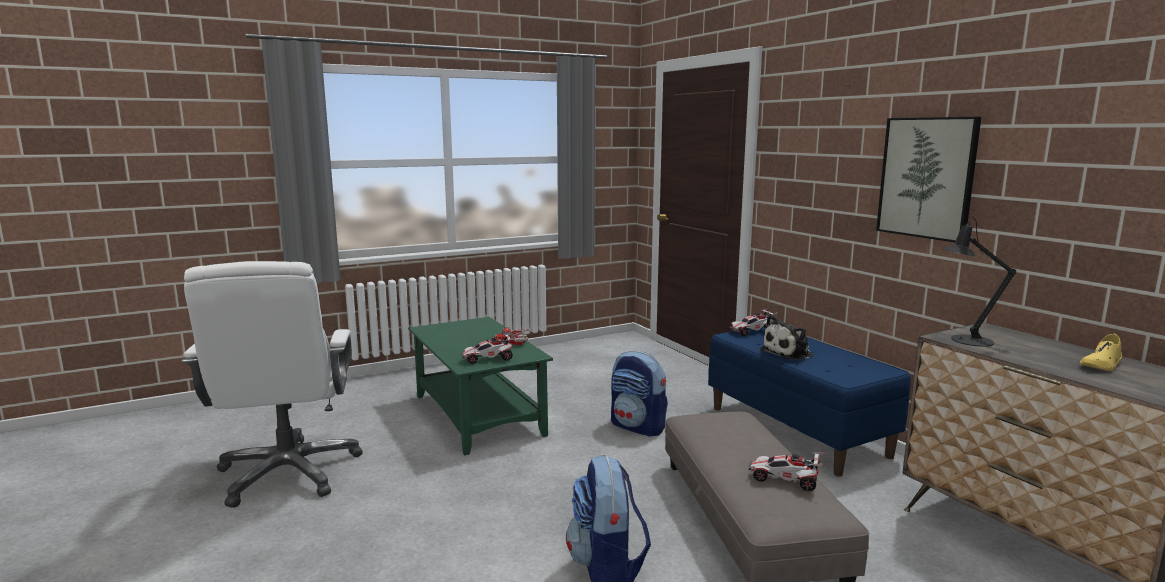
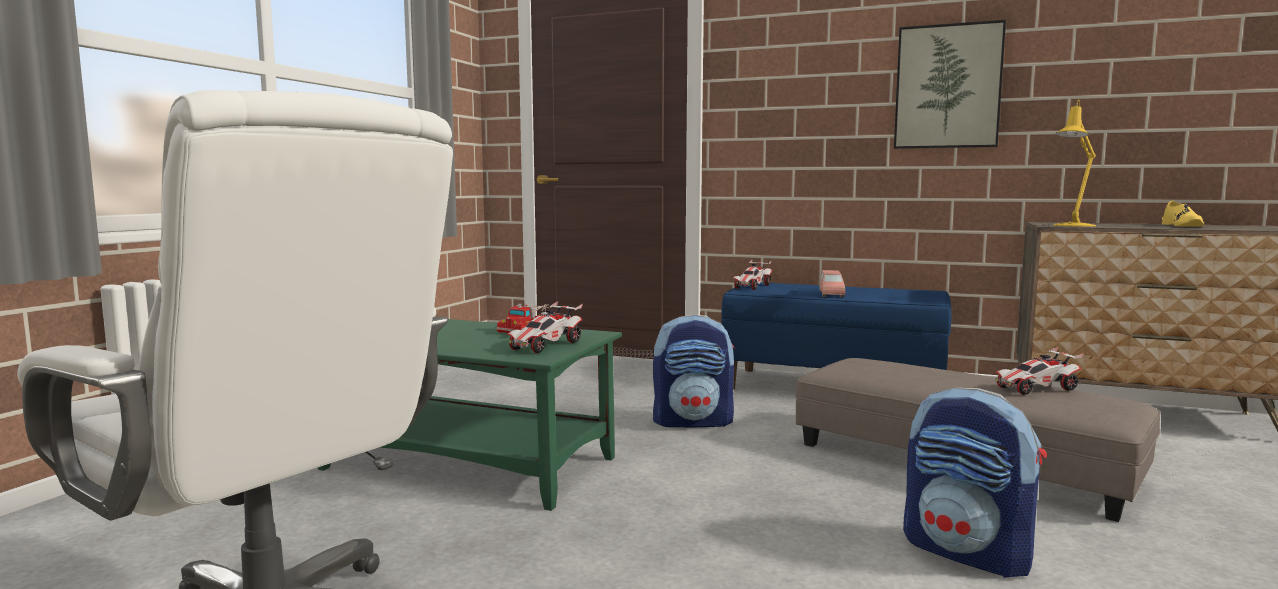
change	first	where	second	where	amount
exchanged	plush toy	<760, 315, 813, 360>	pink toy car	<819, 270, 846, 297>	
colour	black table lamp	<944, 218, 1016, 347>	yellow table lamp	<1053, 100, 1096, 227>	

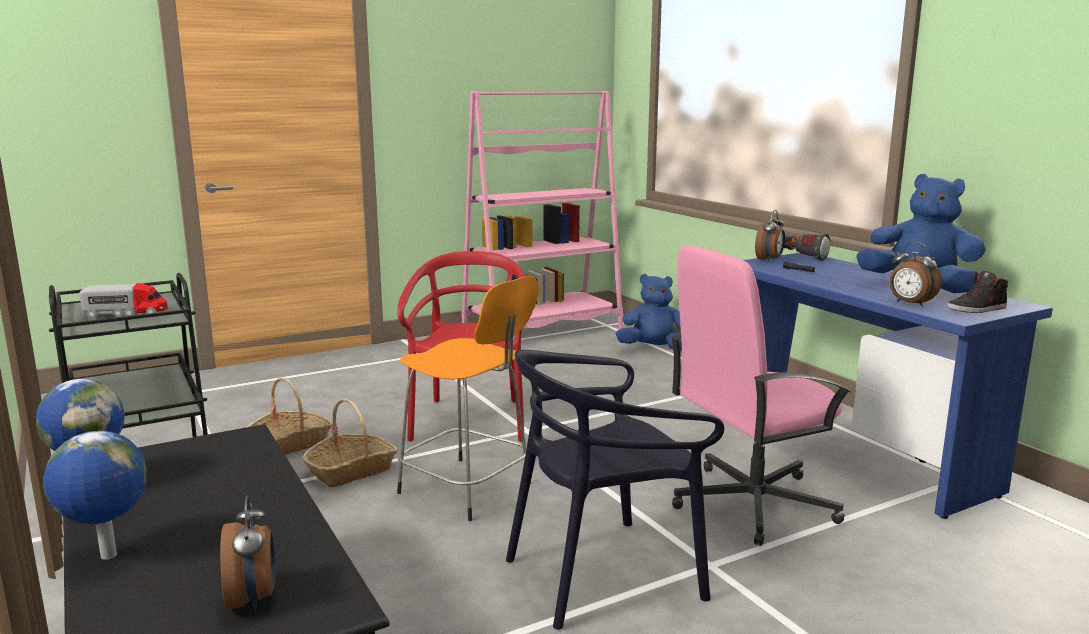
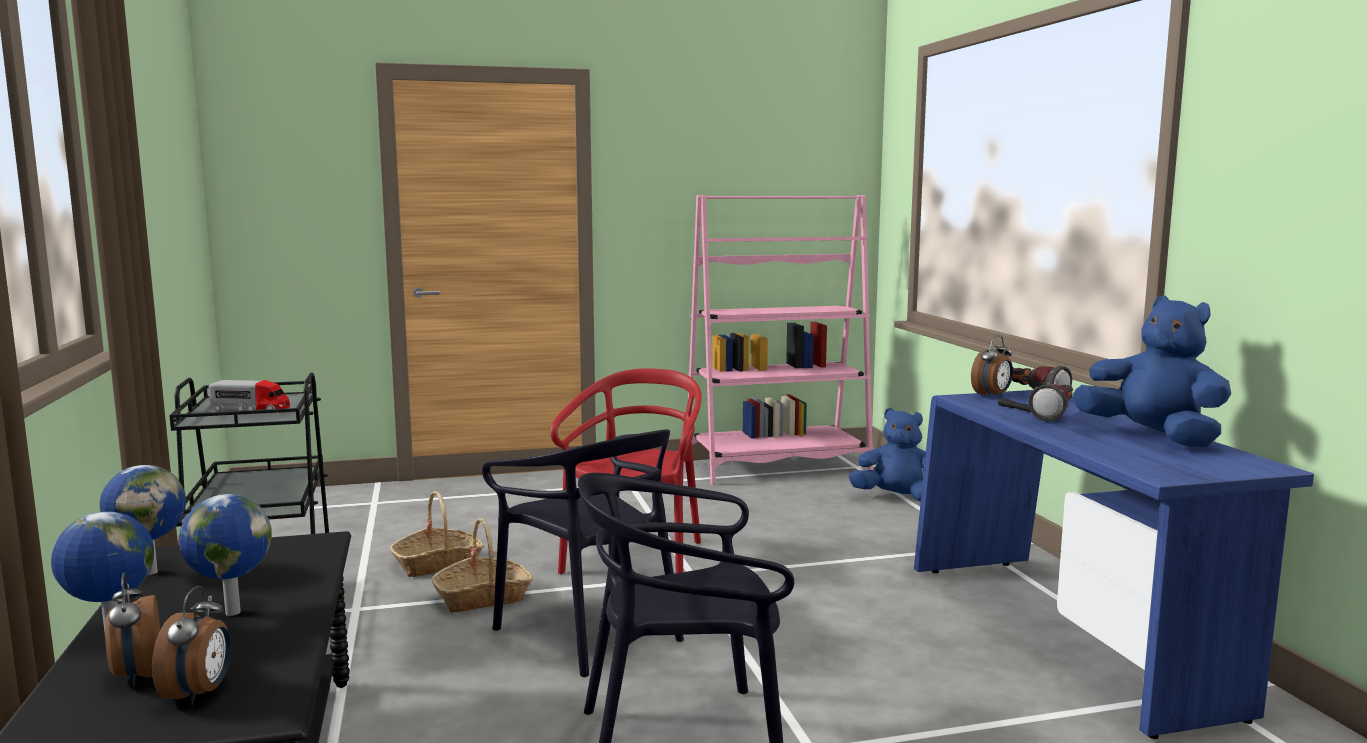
change	first	where	second	where	amount
exchanged	orange stool	<397, 276, 539, 521>	black chair	<482, 429, 684, 677>	
missing	pink office chair	<670, 245, 852, 546>			
relocated	alarm clock	<889, 242, 942, 307>		<105, 573, 160, 687>	
missing	black shoe	<947, 271, 1008, 313>			
appeared			globe	<179, 494, 272, 616>	
appeared			flashlight	<1028, 384, 1073, 422>	

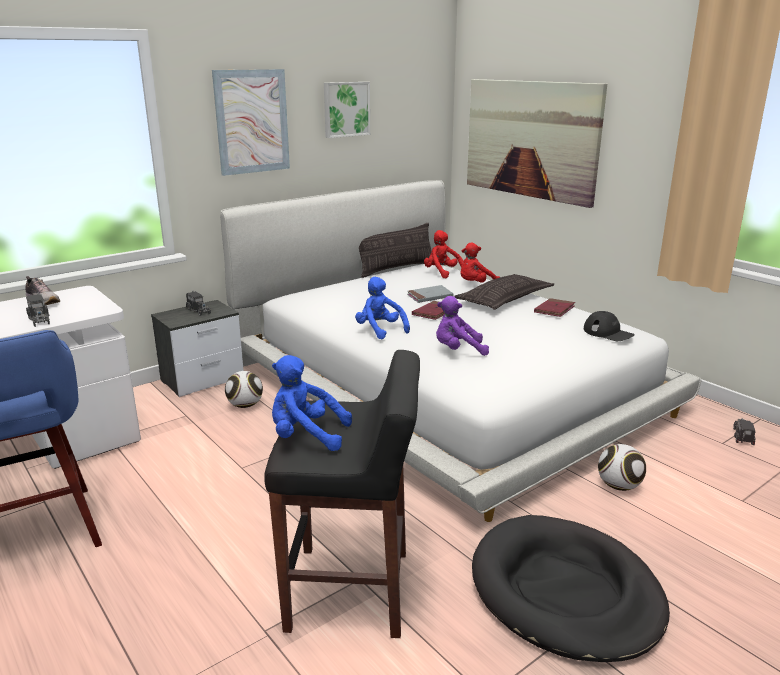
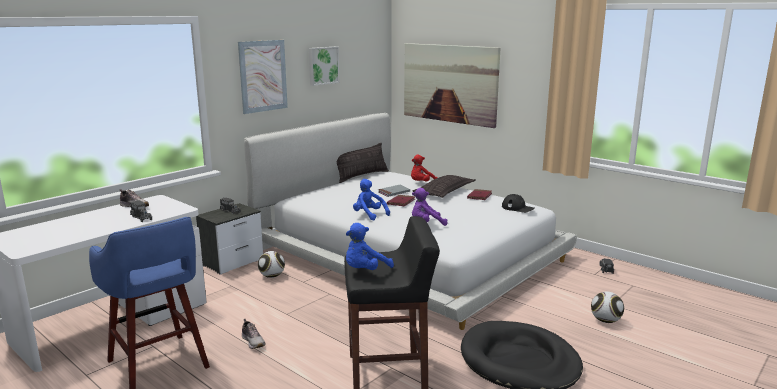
change	first	where	second	where	amount
spun	blue plush toy	<272, 355, 352, 451>		<346, 223, 394, 270>	45 degrees counterclockwise
missing	red plush toy	<424, 230, 464, 279>			
relocated	football	<598, 444, 646, 491>		<591, 291, 624, 323>	
appeared			shoe	<242, 319, 265, 349>	

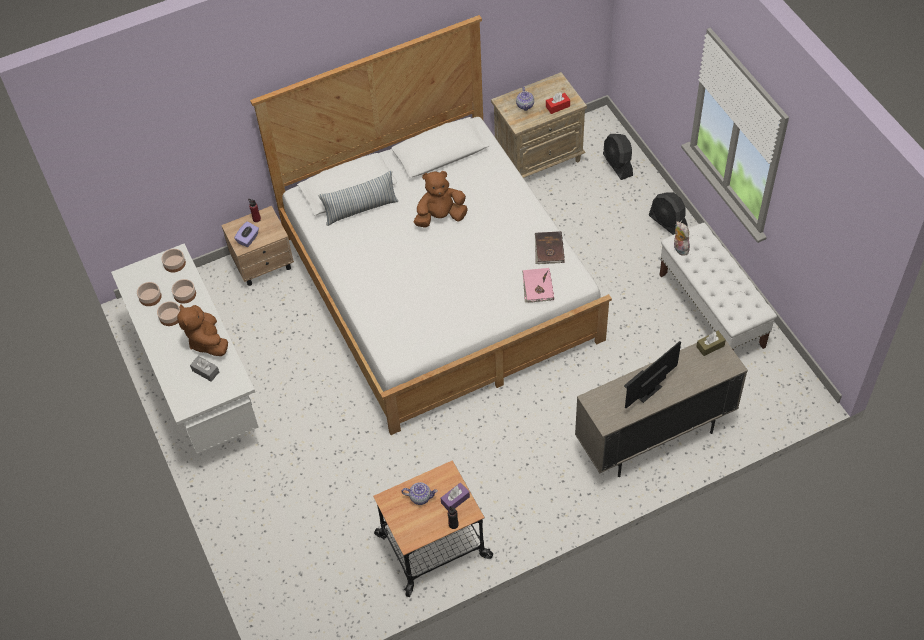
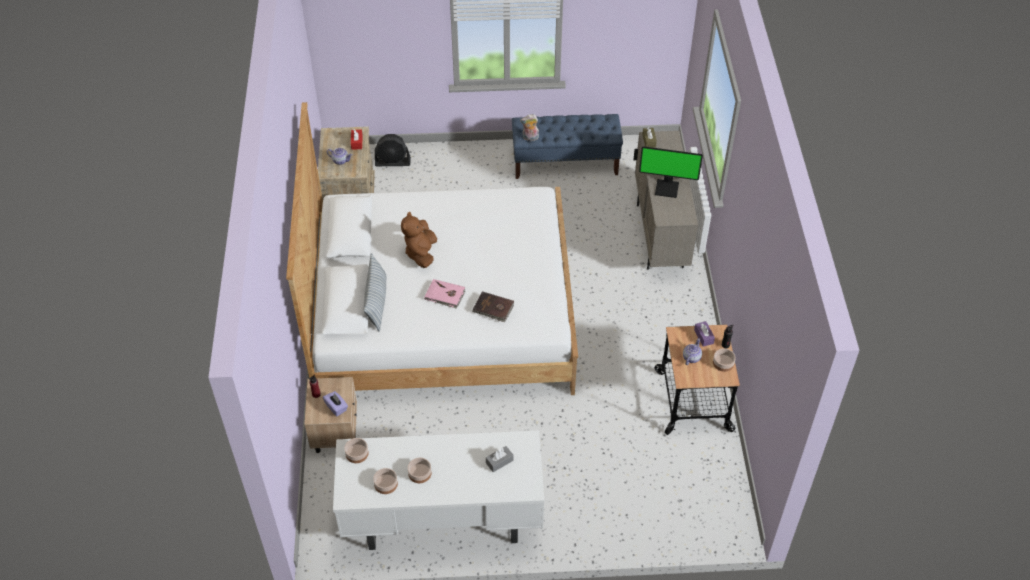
change	first	where	second	where	amount
relocated	bowl	<172, 279, 196, 304>		<713, 348, 736, 372>	
missing	brown plush toy	<177, 304, 228, 356>			
relocated	pink book	<522, 268, 554, 303>		<424, 279, 465, 309>	
relocated	brown book	<535, 231, 565, 264>		<473, 291, 514, 322>	
spun	monitor	<624, 341, 681, 408>		<639, 146, 703, 198>	60 degrees counterclockwise
missing	black fan	<649, 192, 688, 235>			
colour	white bench	<660, 223, 777, 351>	blue bench	<512, 114, 623, 179>	

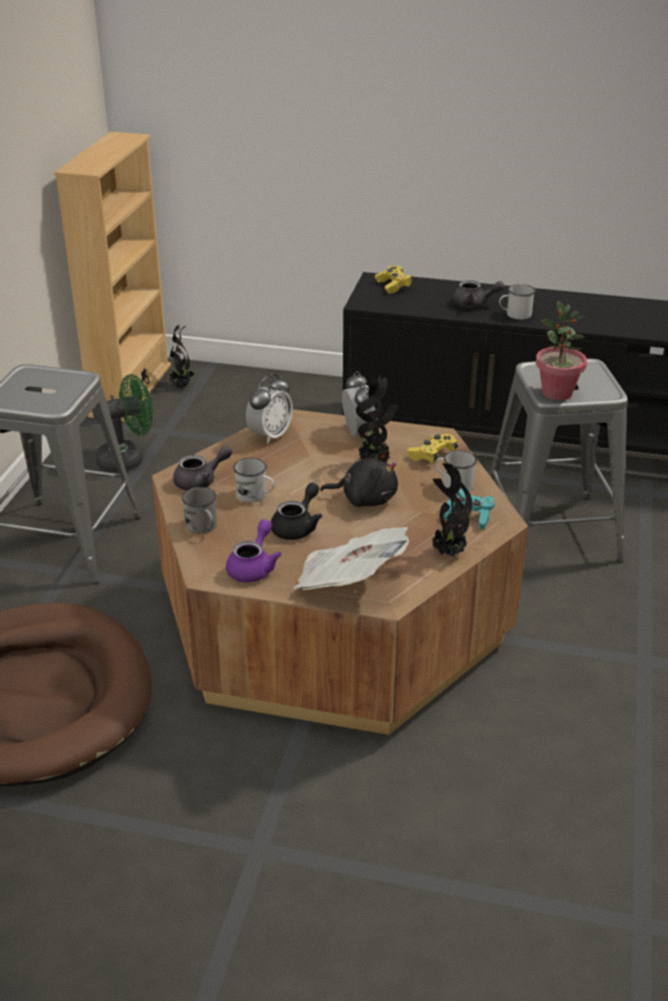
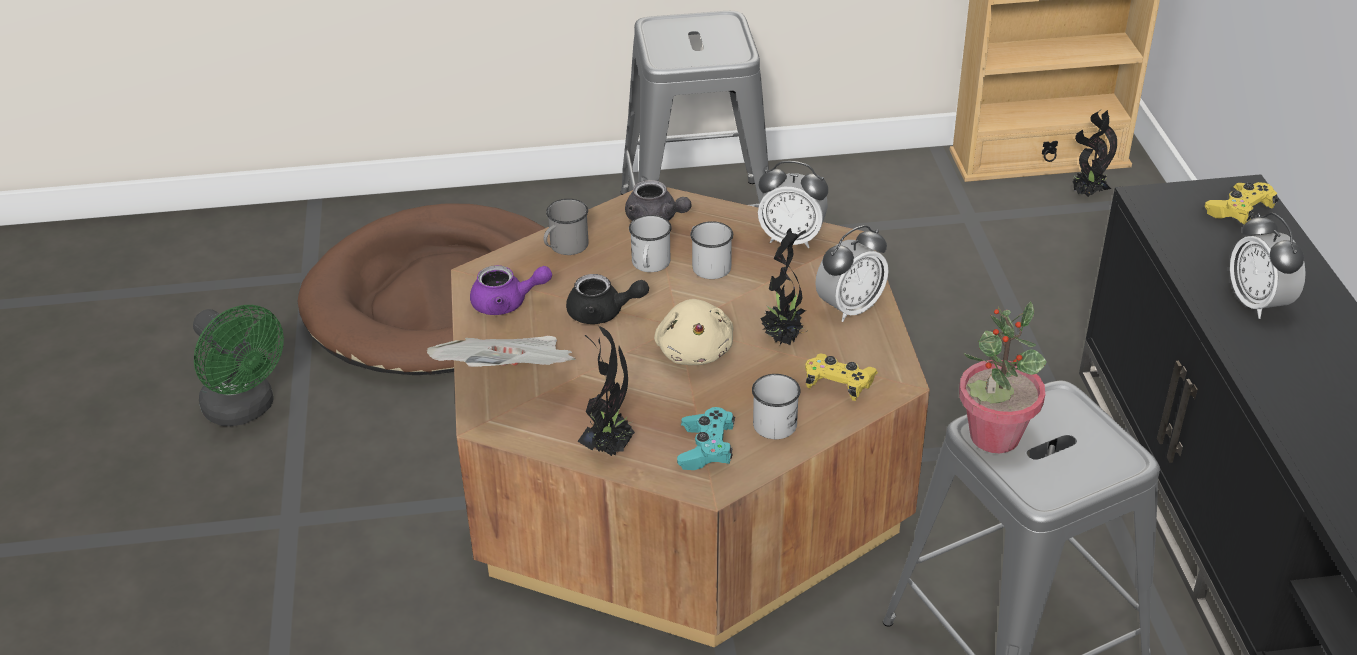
change	first	where	second	where	amount
relocated	green fan	<92, 374, 153, 473>		<193, 305, 284, 426>	
colour	black plush toy	<320, 450, 398, 507>	beige plush toy	<654, 299, 733, 365>	
exchanged	grey teapot	<452, 280, 505, 308>	alarm clock	<1230, 212, 1306, 319>	
relocated	white mug	<499, 284, 535, 320>		<690, 221, 733, 279>	

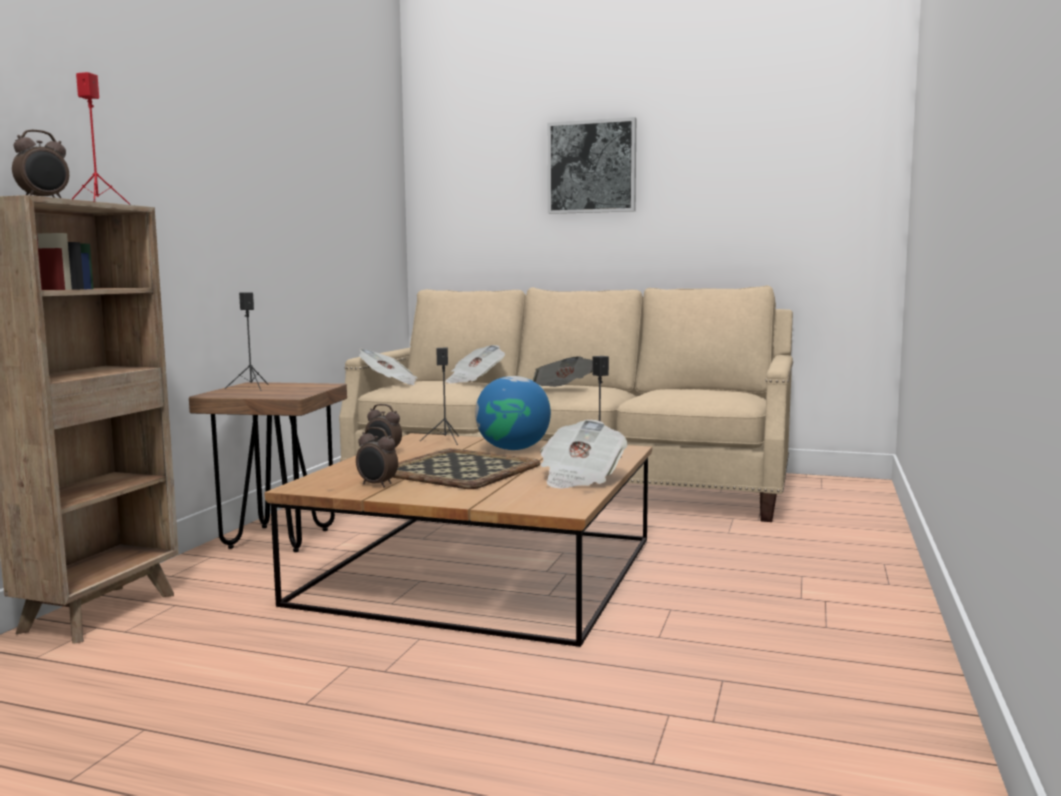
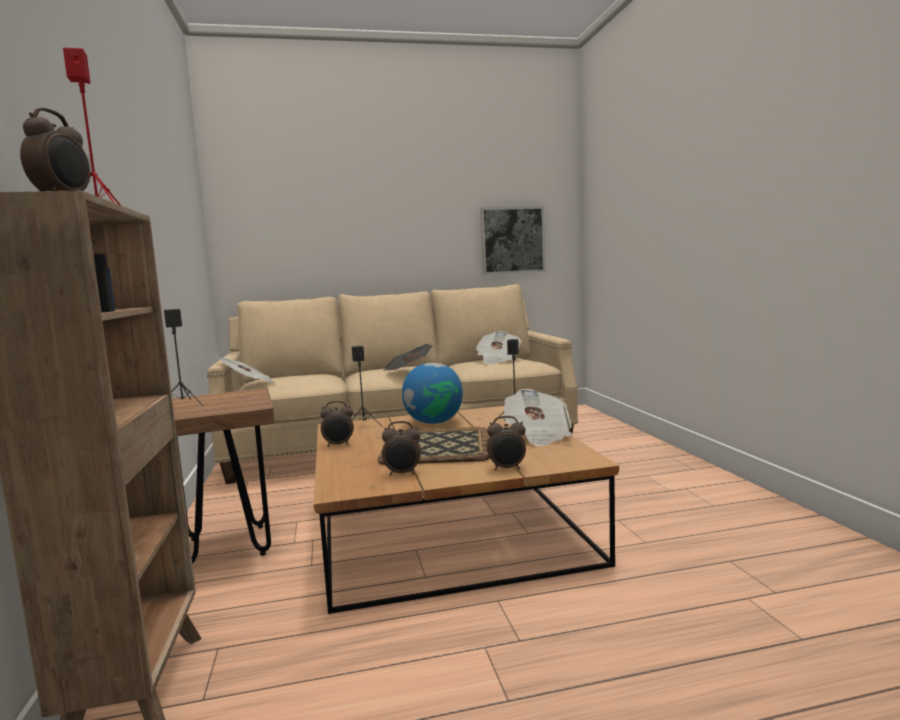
change	first	where	second	where	amount
relocated	newspaper	<445, 345, 505, 383>		<476, 331, 522, 364>	
relocated	picture	<547, 117, 636, 214>		<480, 206, 546, 275>	
appeared			alarm clock	<487, 416, 526, 471>	

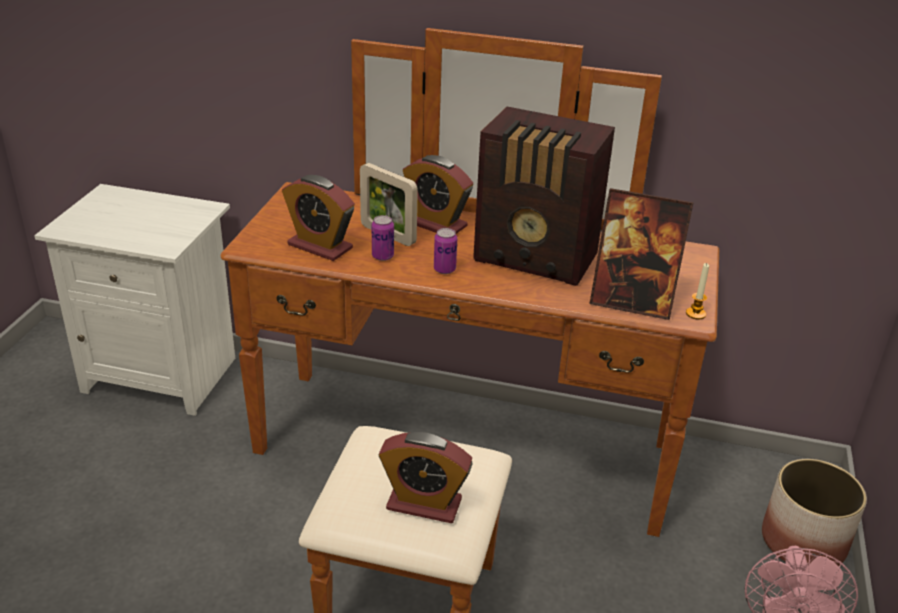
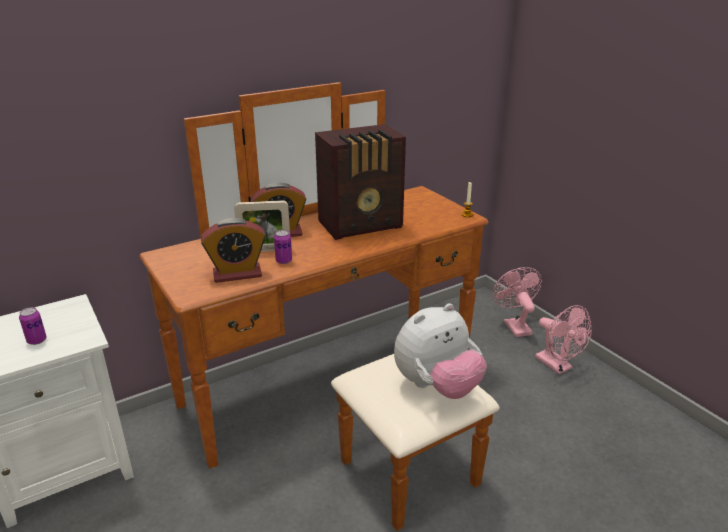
change	first	where	second	where	amount
exchanged	alarm clock	<378, 432, 473, 523>	plush toy	<394, 303, 487, 399>	
relocated	can	<434, 228, 457, 274>		<19, 307, 47, 345>	
missing	picture frame	<589, 188, 694, 320>			
exchanged	planter	<762, 459, 867, 566>	pink fan	<493, 267, 542, 337>	

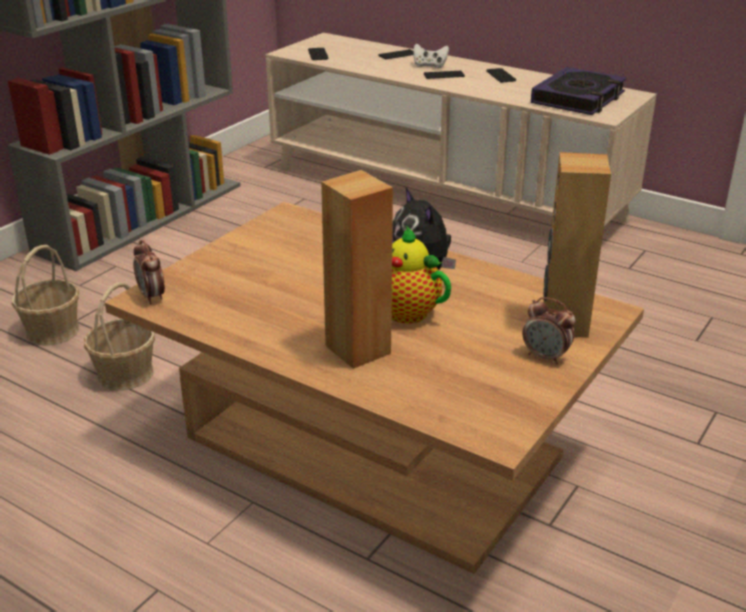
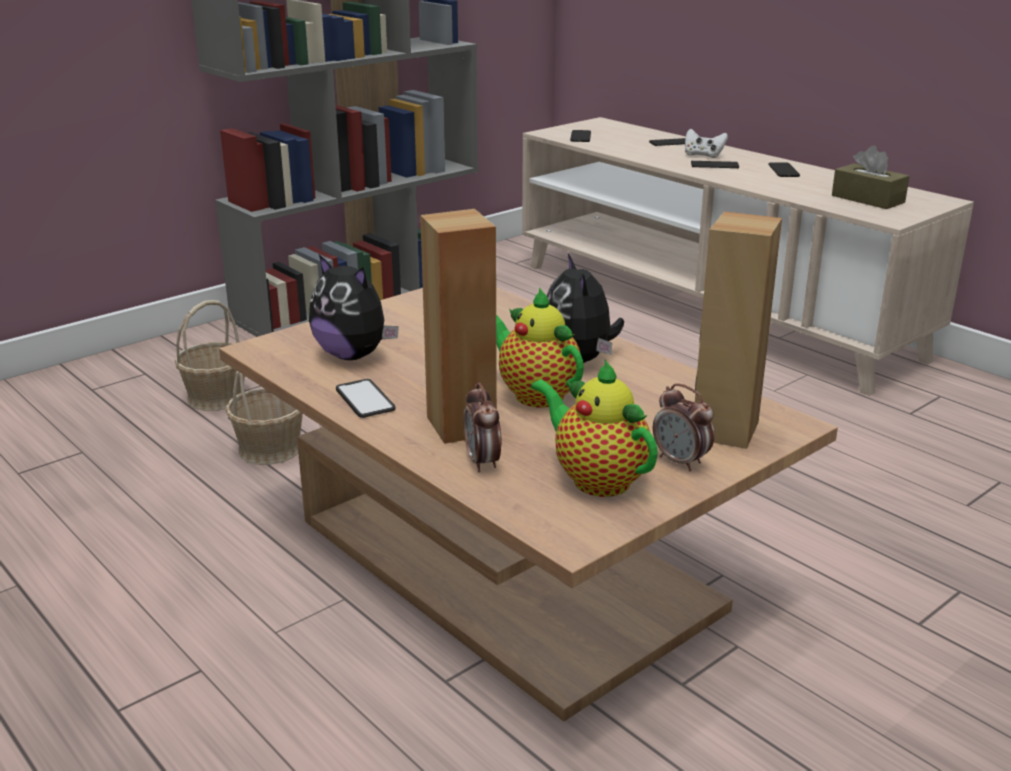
change	first	where	second	where	amount
relocated	alarm clock	<133, 240, 165, 304>		<464, 383, 501, 472>	
exchanged	book	<531, 67, 626, 115>	brown tissue box	<832, 146, 910, 209>	
appeared			plush toy	<309, 255, 399, 360>	
appeared			phone	<336, 379, 395, 418>	
appeared			teapot	<531, 360, 658, 497>	

